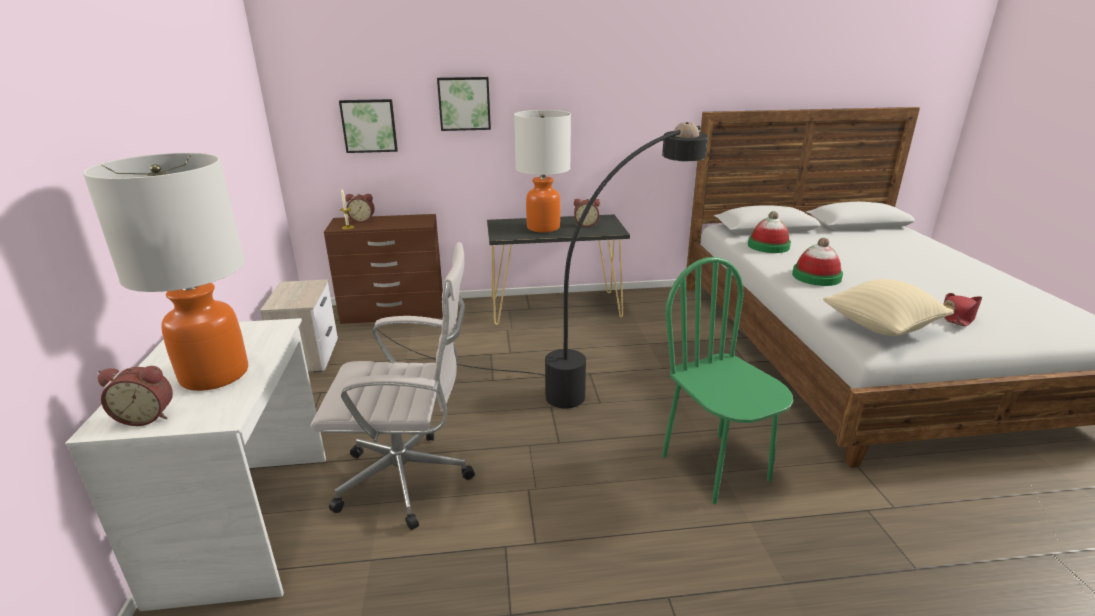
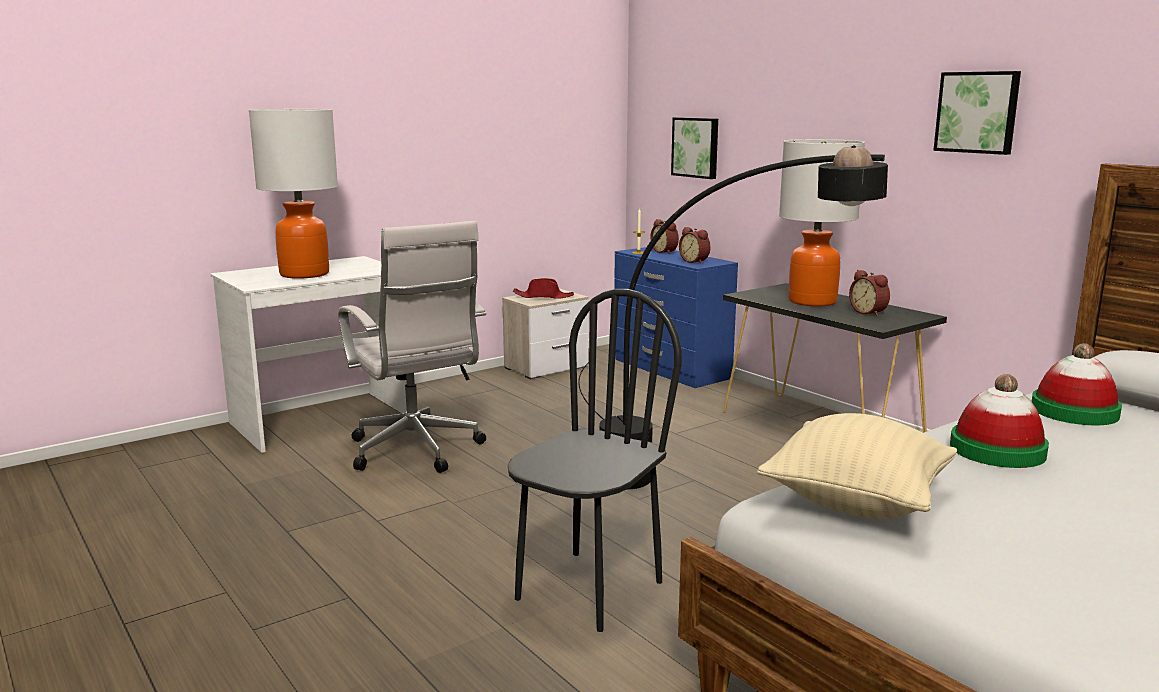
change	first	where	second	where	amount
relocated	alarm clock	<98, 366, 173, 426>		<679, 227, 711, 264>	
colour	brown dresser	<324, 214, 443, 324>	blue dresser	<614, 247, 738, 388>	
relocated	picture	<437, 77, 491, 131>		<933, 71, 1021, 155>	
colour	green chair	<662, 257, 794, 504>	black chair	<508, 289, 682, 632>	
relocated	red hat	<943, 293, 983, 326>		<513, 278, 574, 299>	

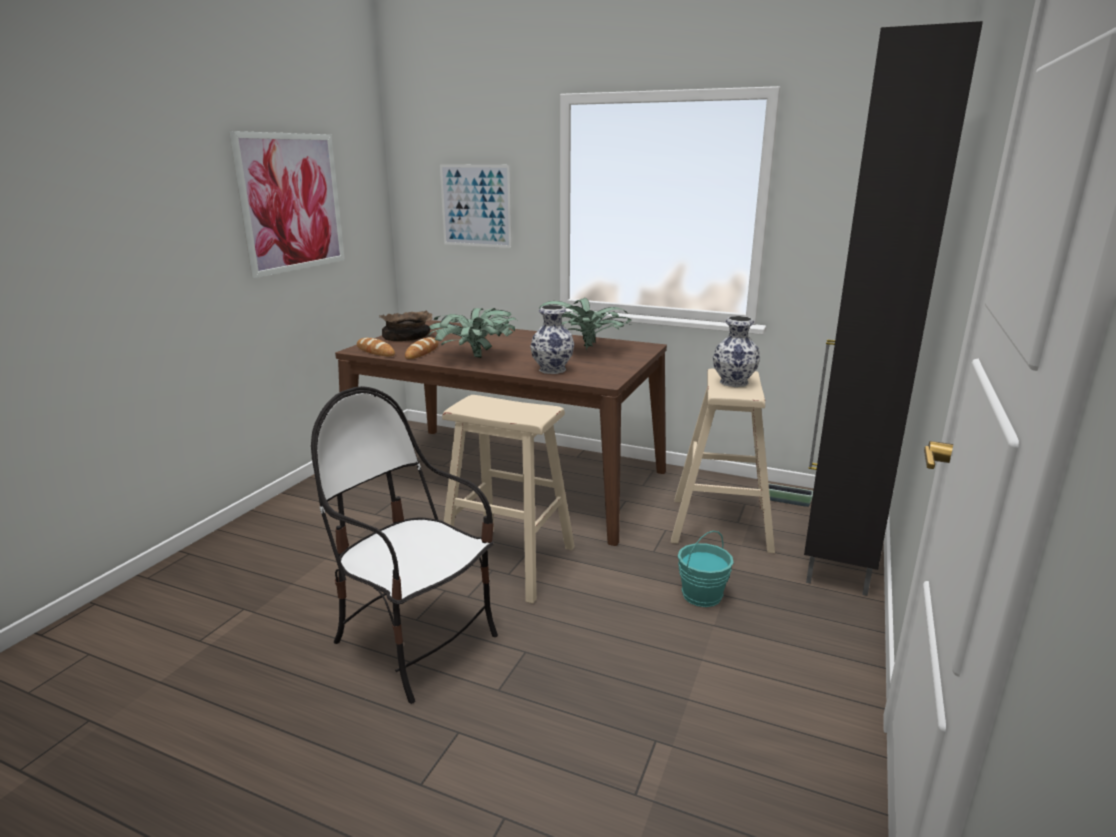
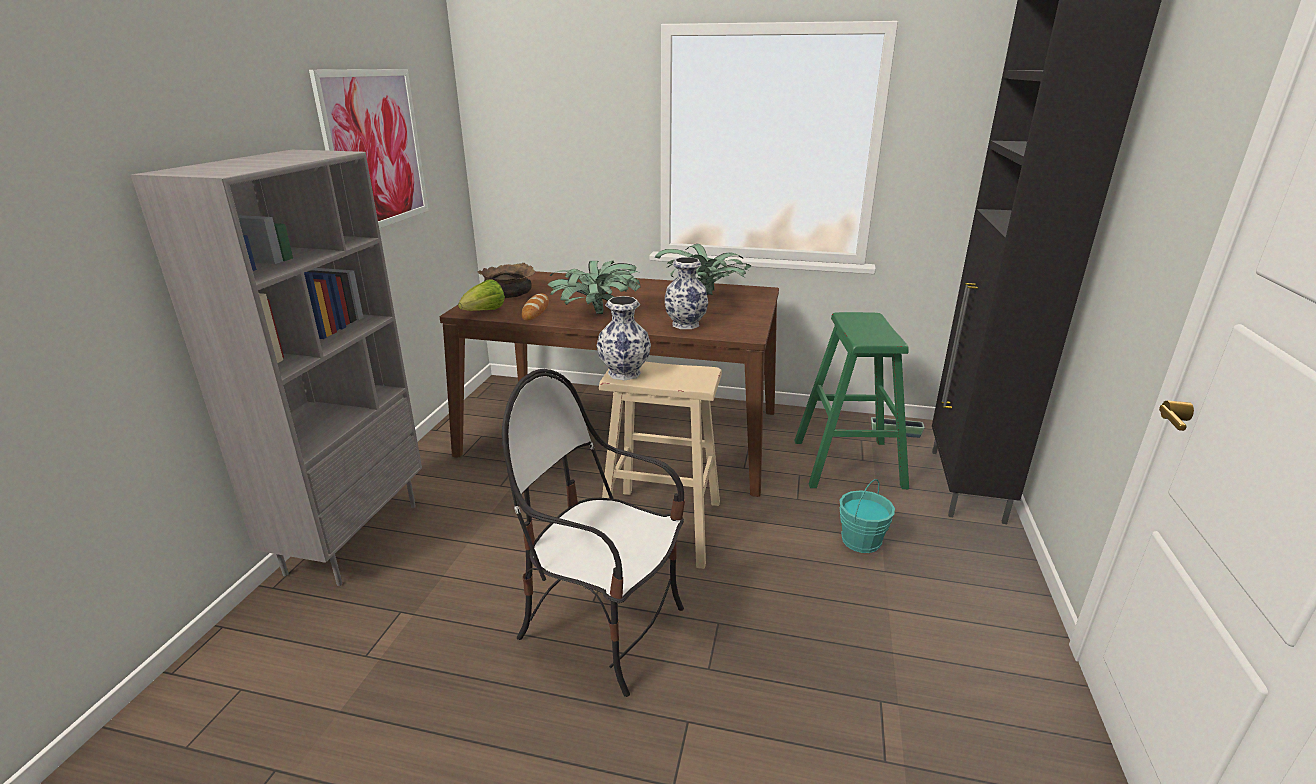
change	first	where	second	where	amount
exchanged	bread	<357, 338, 395, 356>	lettuce	<458, 280, 505, 311>	
missing	picture	<440, 164, 512, 248>			
colour	beige stool	<671, 369, 775, 553>	green stool	<794, 312, 909, 489>	
relocated	vase	<713, 316, 760, 387>		<597, 296, 651, 381>	
appeared			grey bookcase	<131, 150, 422, 586>	

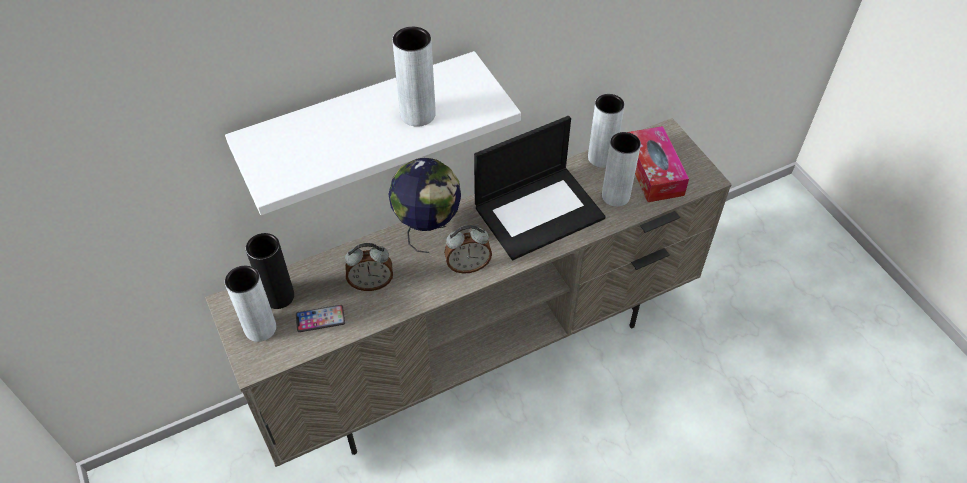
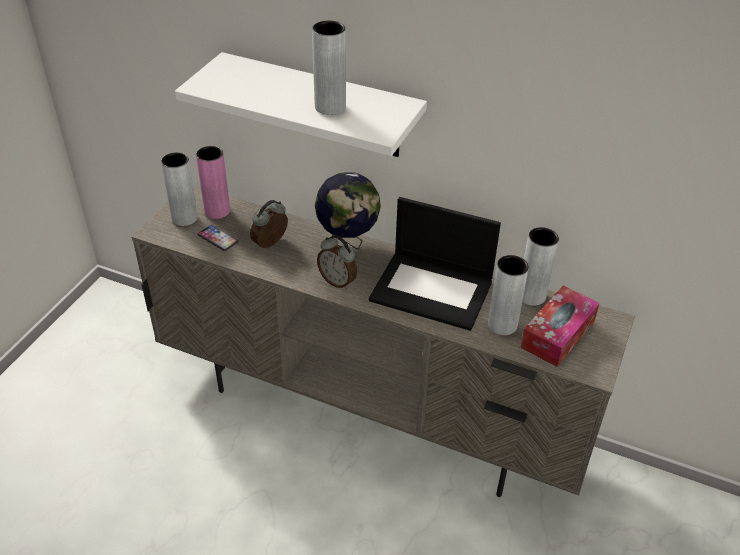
change	first	where	second	where	amount
colour	black vase	<246, 233, 294, 309>	pink vase	<196, 146, 230, 219>	
spun	alarm clock	<345, 243, 393, 291>		<250, 200, 288, 249>	90 degrees clockwise

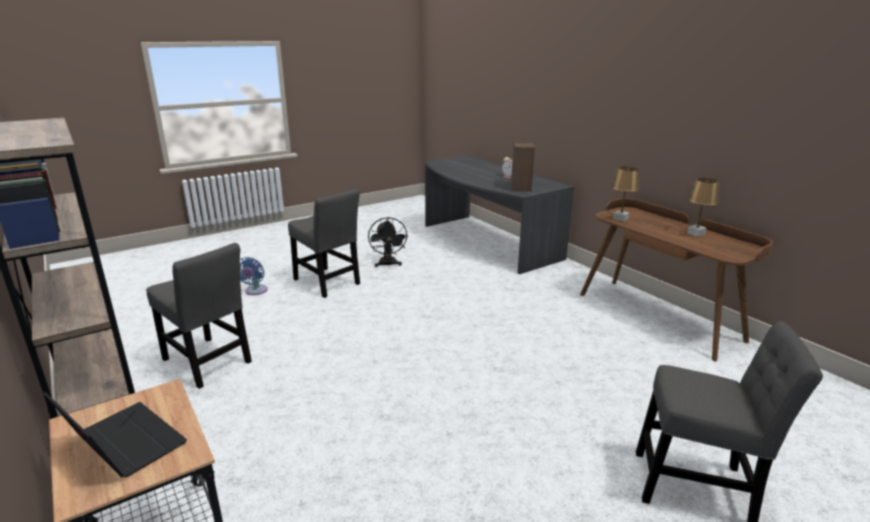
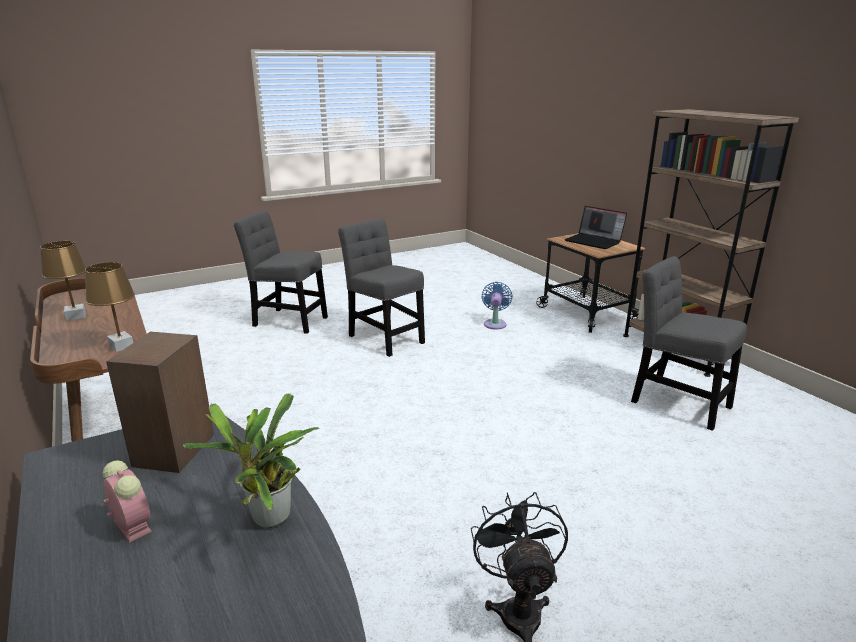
change	first	where	second	where	amount
relocated	blue fan	<240, 257, 268, 295>		<482, 282, 513, 329>	
relocated	grey chair	<288, 189, 360, 298>		<338, 219, 425, 357>	
appeared			potted plant	<182, 394, 320, 528>	

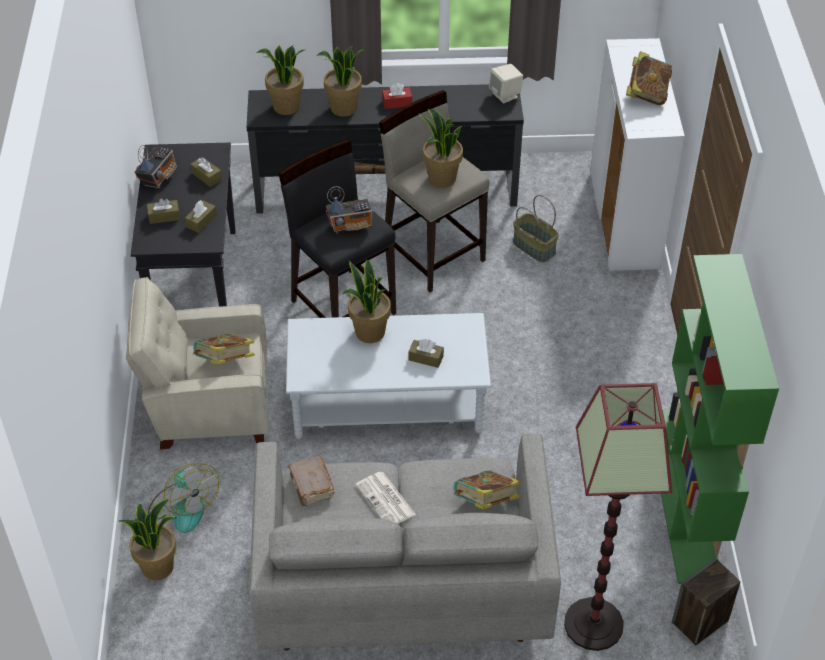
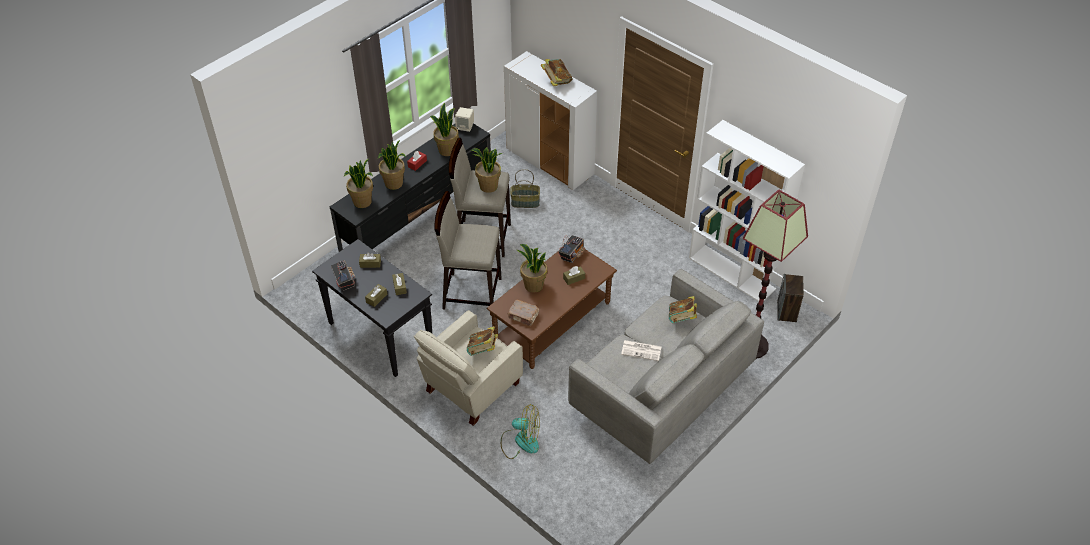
change	first	where	second	where	amount
relocated	potted plant	<118, 499, 176, 580>		<430, 103, 459, 156>	
colour	black stool	<278, 140, 396, 318>	beige stool	<435, 191, 502, 309>	
colour	grey coffee table	<286, 313, 491, 439>	brown coffee table	<487, 249, 617, 369>	
relocated	brown book	<288, 456, 335, 506>		<507, 300, 539, 326>	
relocated	radio	<326, 186, 372, 234>		<558, 235, 585, 263>	
colour	green bookcase	<661, 254, 779, 584>	white bookcase	<689, 120, 805, 302>	

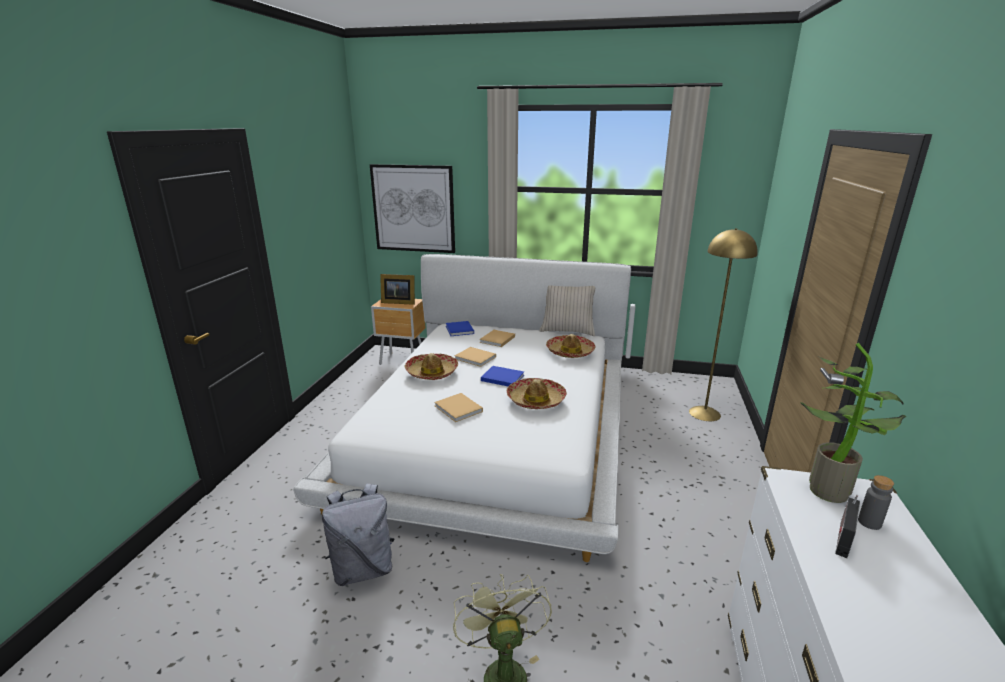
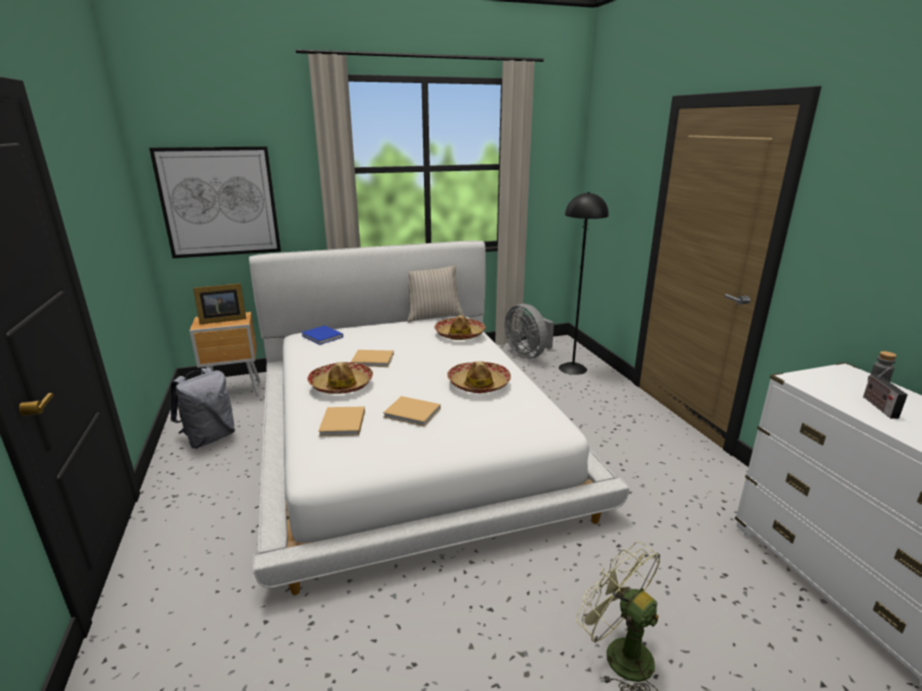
change	first	where	second	where	amount
relocated	grey backpack	<322, 483, 395, 586>		<170, 368, 235, 448>	
relocated	beige book	<479, 330, 515, 347>		<318, 406, 365, 436>	
missing	blue book	<481, 366, 524, 386>			
colour	yellow floor lamp	<689, 228, 758, 421>	black floor lamp	<559, 192, 609, 375>	
missing	potted plant	<800, 343, 906, 503>			
appeared			grey fan	<505, 304, 554, 359>	

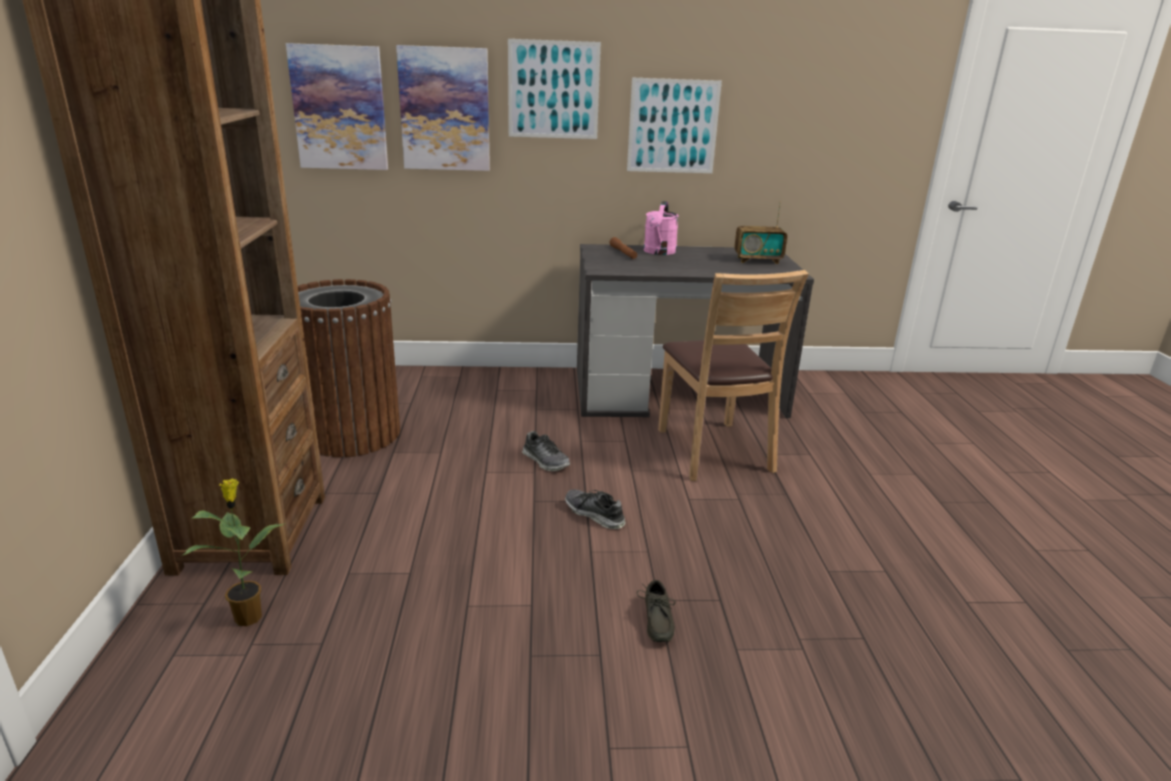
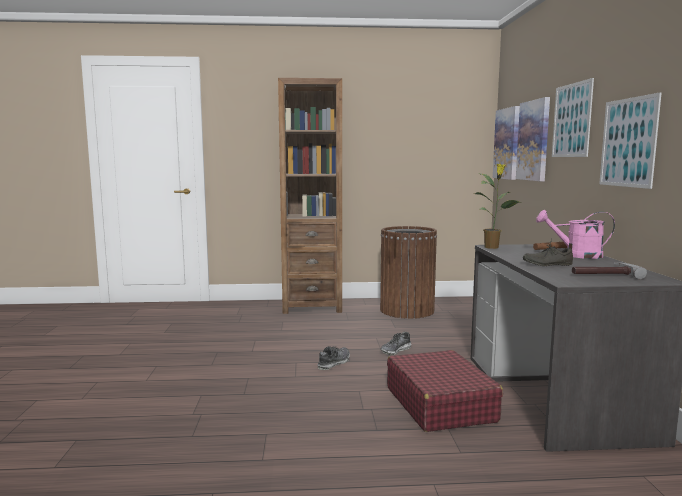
change	first	where	second	where	amount
relocated	potted plant	<181, 478, 286, 626>		<474, 164, 521, 249>	
relocated	grey shoe	<637, 580, 675, 642>		<523, 239, 573, 266>	
exchanged	brown chair	<658, 270, 809, 481>	red suitcase	<387, 350, 503, 432>	
exchanged	radio	<735, 201, 787, 264>	hammer	<572, 262, 647, 279>	

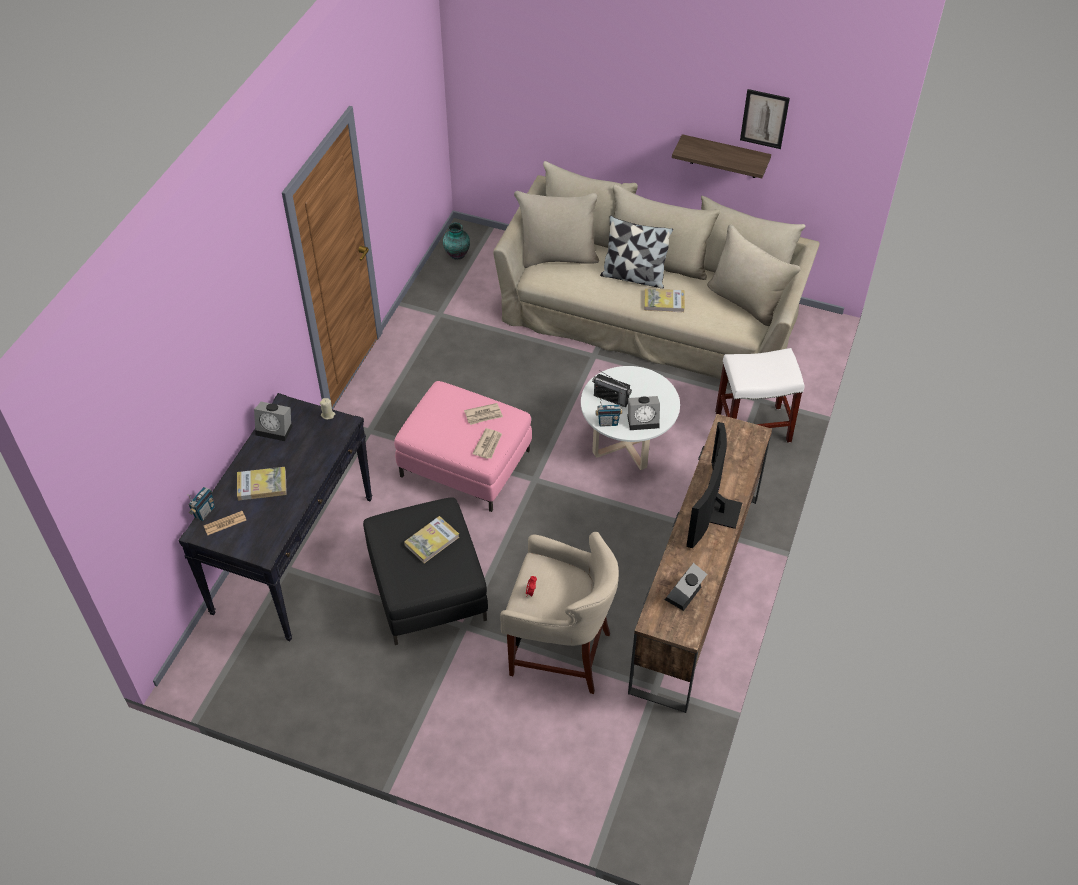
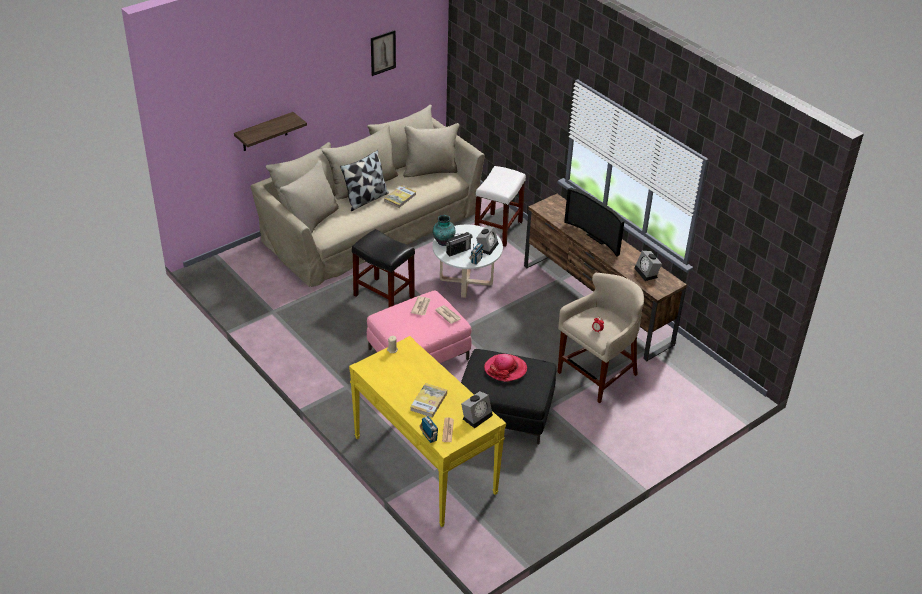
change	first	where	second	where	amount
colour	black console table	<178, 393, 372, 641>	yellow console table	<349, 336, 506, 527>	
relocated	alarm clock	<254, 402, 293, 441>		<461, 391, 493, 428>	
exchanged	book	<404, 516, 459, 563>	hat	<484, 354, 527, 382>	
relocated	vase	<443, 222, 470, 259>		<433, 215, 456, 246>	
relocated	shelf	<672, 134, 771, 179>		<234, 112, 307, 151>	
appeared			black stool	<352, 229, 415, 307>	

